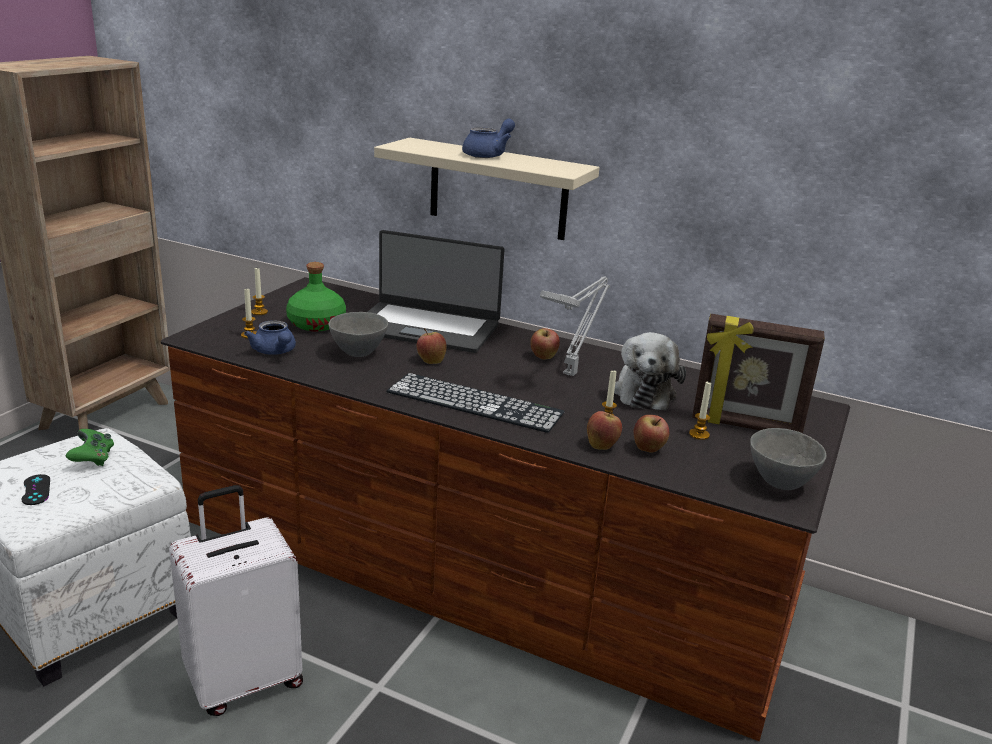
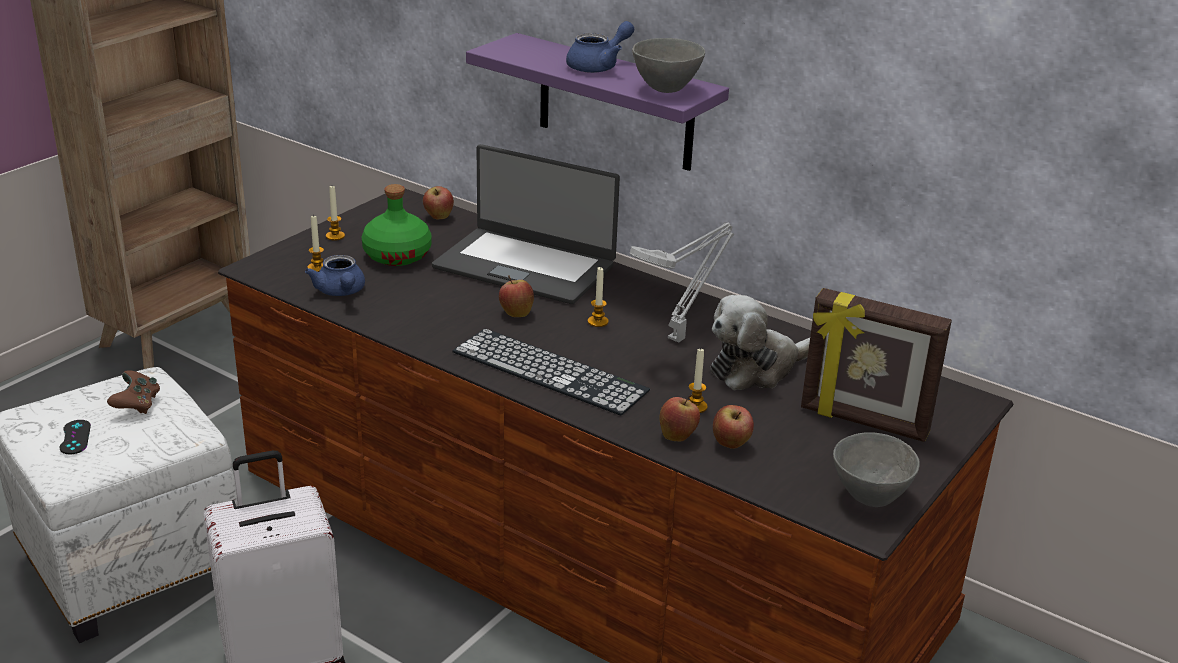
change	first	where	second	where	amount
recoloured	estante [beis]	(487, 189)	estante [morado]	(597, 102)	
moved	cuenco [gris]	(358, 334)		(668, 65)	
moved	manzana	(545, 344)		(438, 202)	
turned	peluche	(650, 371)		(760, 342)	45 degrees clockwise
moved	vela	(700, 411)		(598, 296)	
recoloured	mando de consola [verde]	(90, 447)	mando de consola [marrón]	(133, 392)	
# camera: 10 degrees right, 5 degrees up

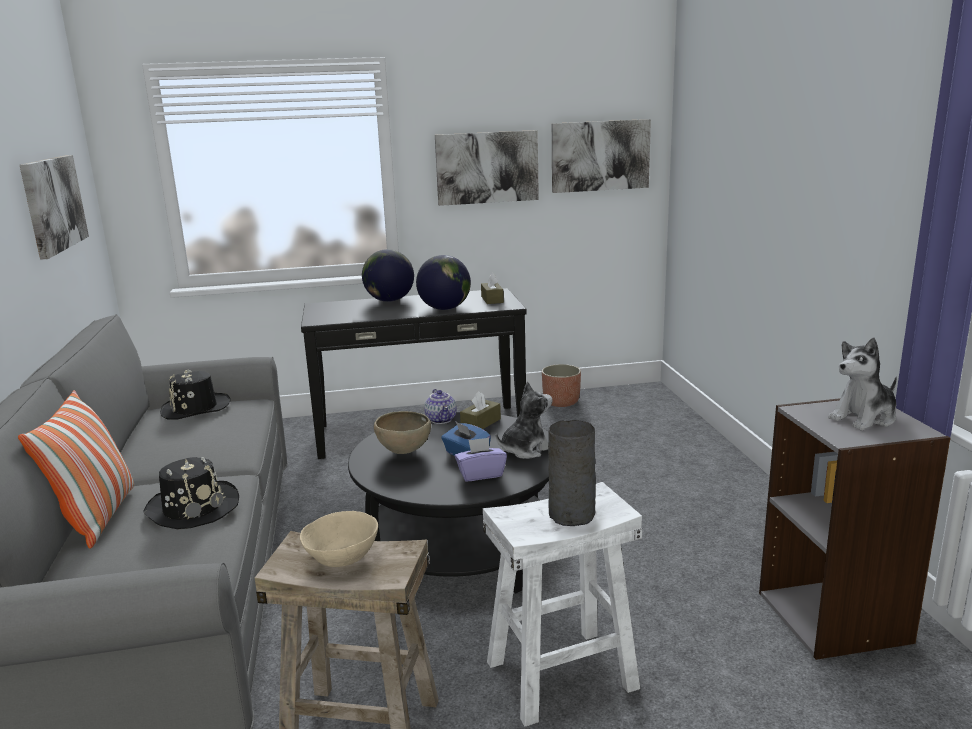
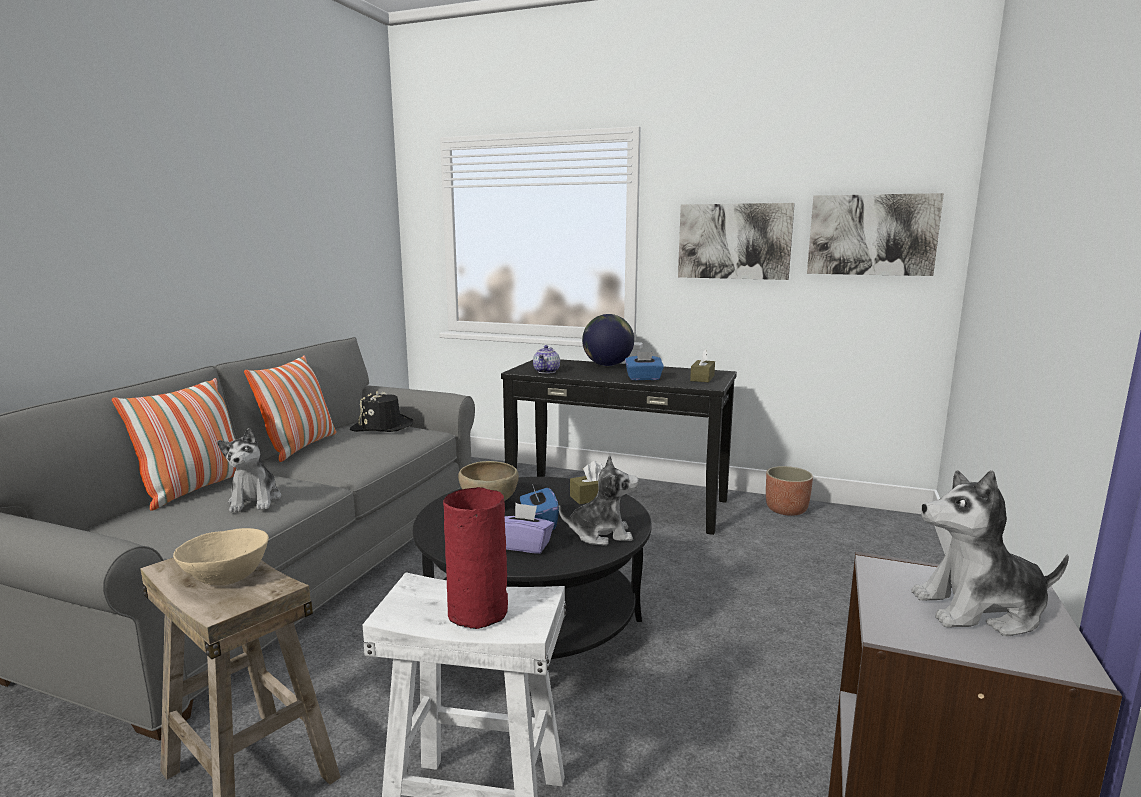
change	first	where	second	where	amount
removed	cuadro	(54, 207)			
replaced	globo terráqueo	(443, 282)	caja de pañuelos [azul]	(644, 366)	
moved	tetera	(440, 406)		(546, 359)	
recoloured	florero [gris]	(571, 473)	florero [rojo]	(475, 558)	
replaced	sombrero [negro]	(191, 493)	peluche	(249, 470)	
added			cojín	(290, 408)	
# camera: 30 degrees right, 5 degrees down

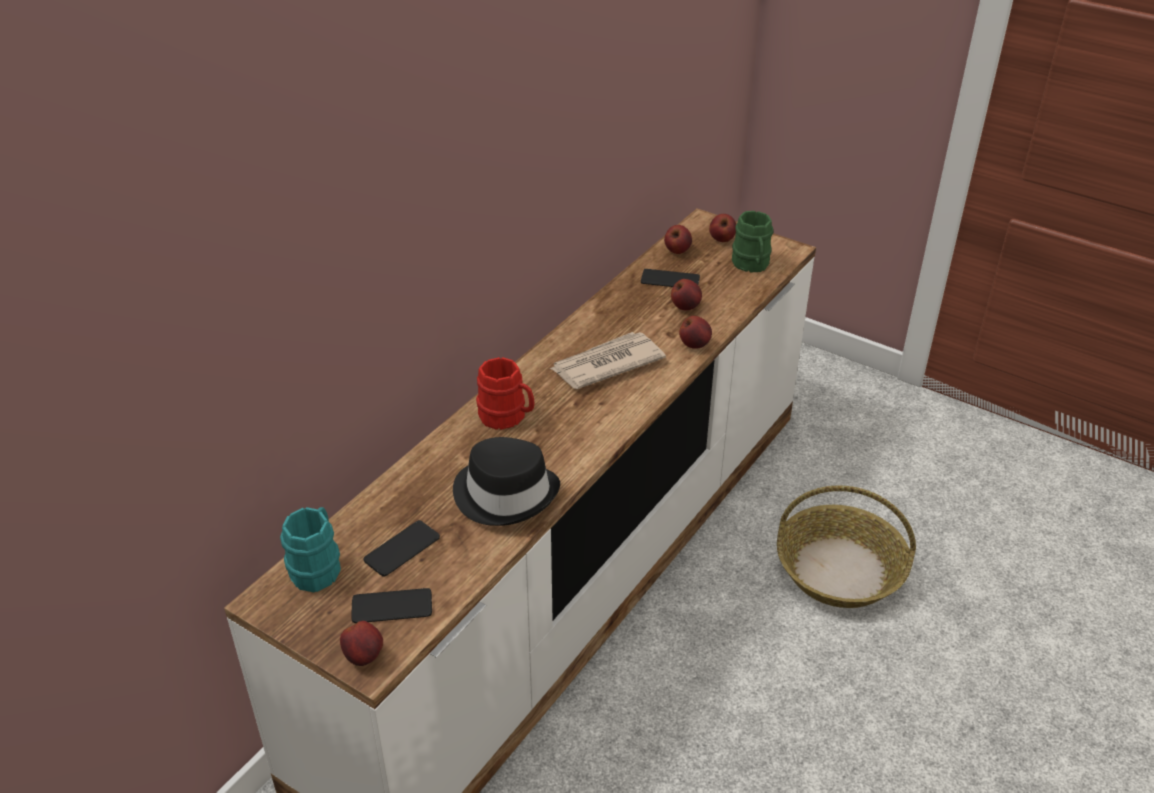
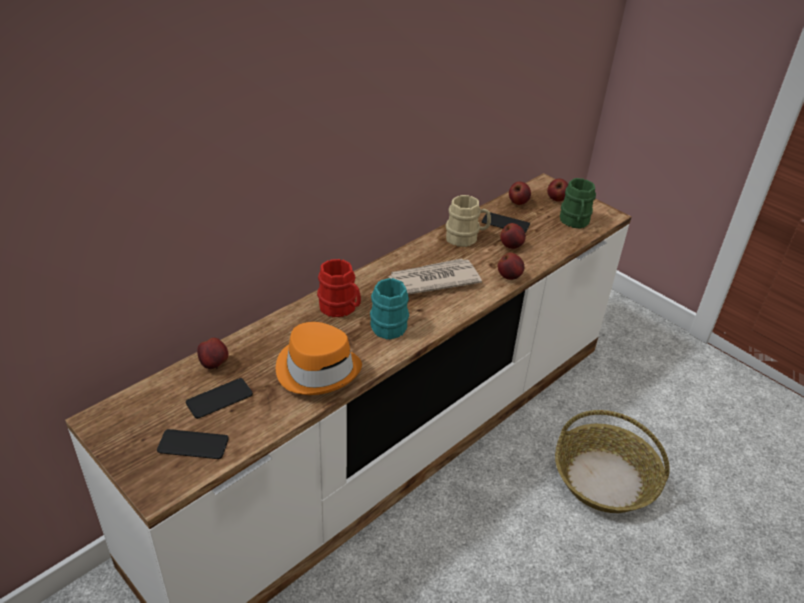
change	first	where	second	where	amount
recoloured	sombrero [negro]	(506, 481)	sombrero [naranja]	(319, 358)	
moved	taza grande [turquesa]	(310, 549)		(389, 309)	
moved	manzana	(361, 643)		(212, 353)	
added			taza grande [beis]	(468, 221)	
# camera: 10 degrees right, 0 degrees up

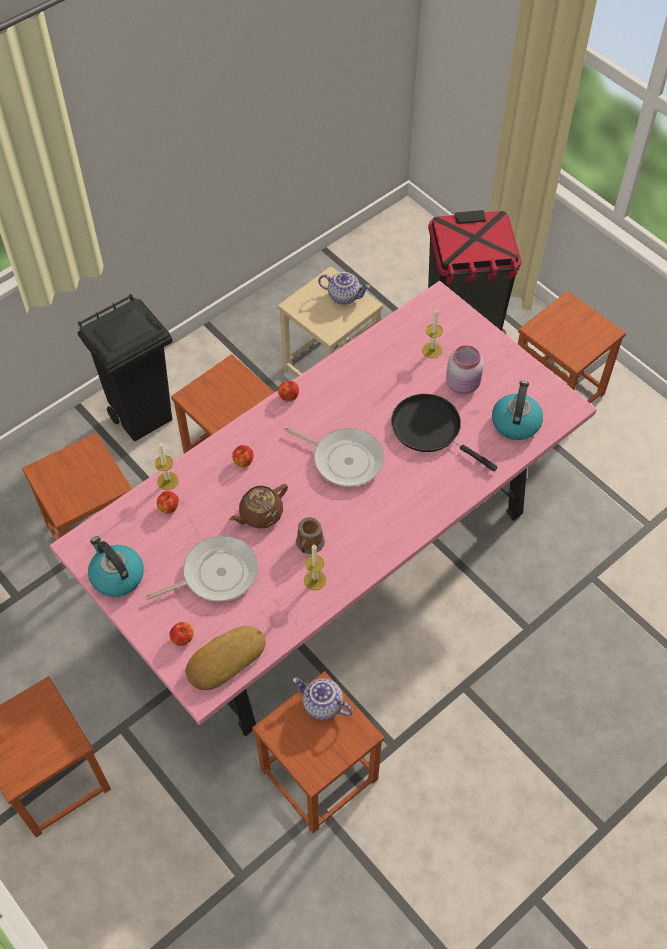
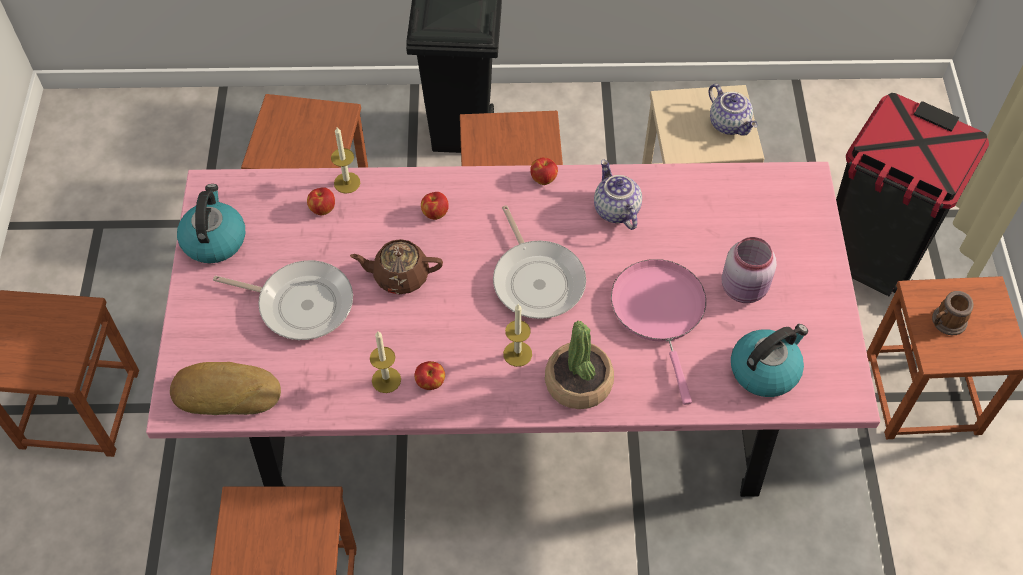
change	first	where	second	where	amount
moved	vela	(432, 333)		(517, 335)	
recoloured	sartén [negro]	(444, 432)	sartén [rosa]	(658, 332)	
moved	taza grande	(310, 535)		(953, 313)	
moved	manzana	(181, 634)		(429, 375)	
moved	tetera	(323, 698)		(618, 195)	
added			planta en maceta	(579, 365)	
# camera: 40 degrees right, 0 degrees up

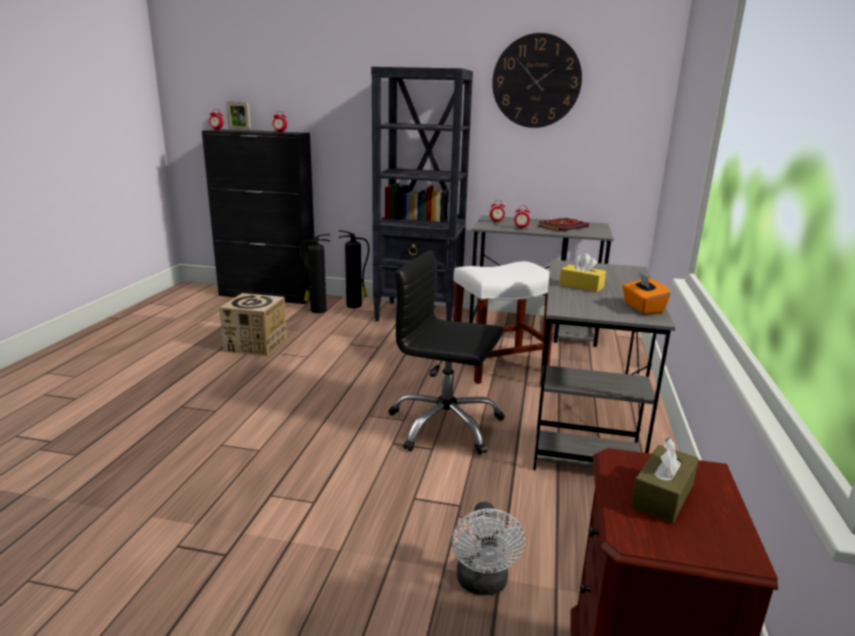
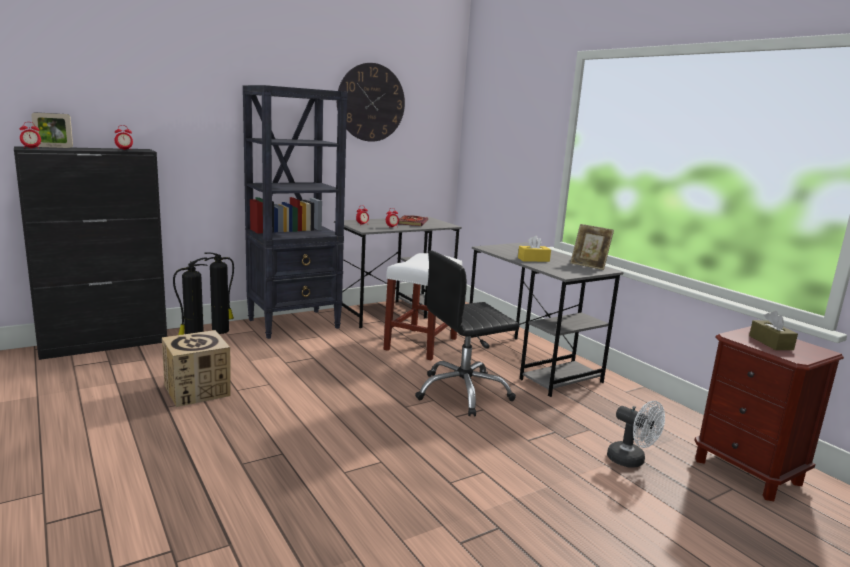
change	first	where	second	where	amount
replaced	caja de pañuelos [naranja]	(646, 293)	portarretratos	(592, 247)	
# camera: 45 degrees left, 5 degrees down

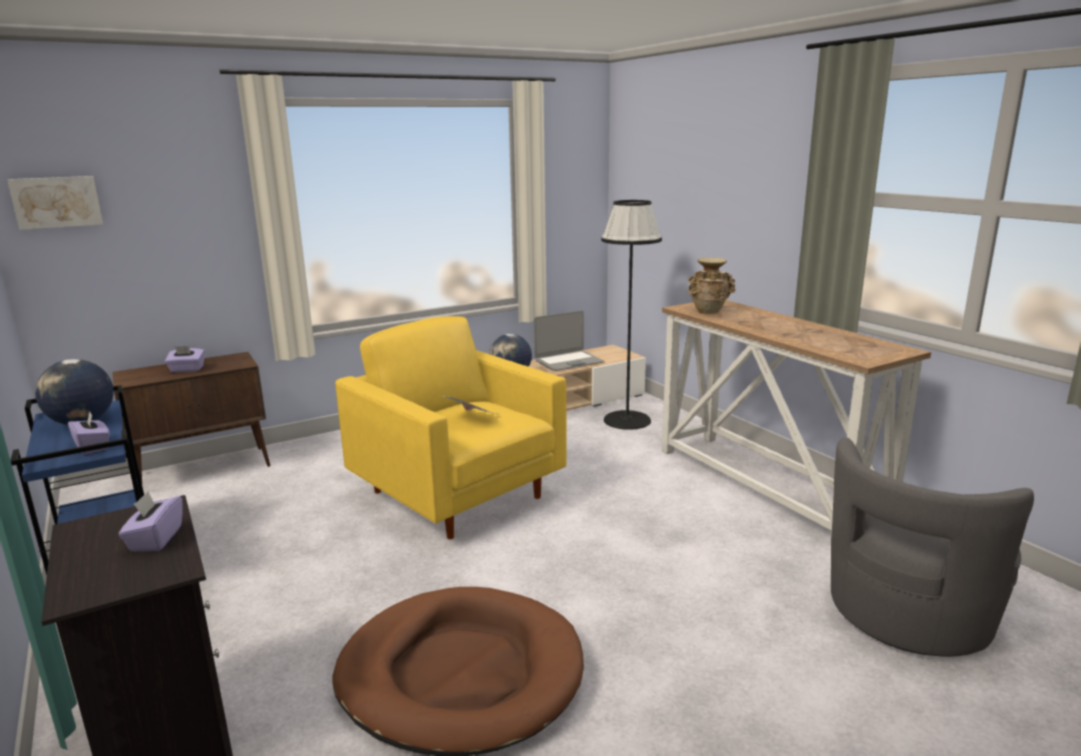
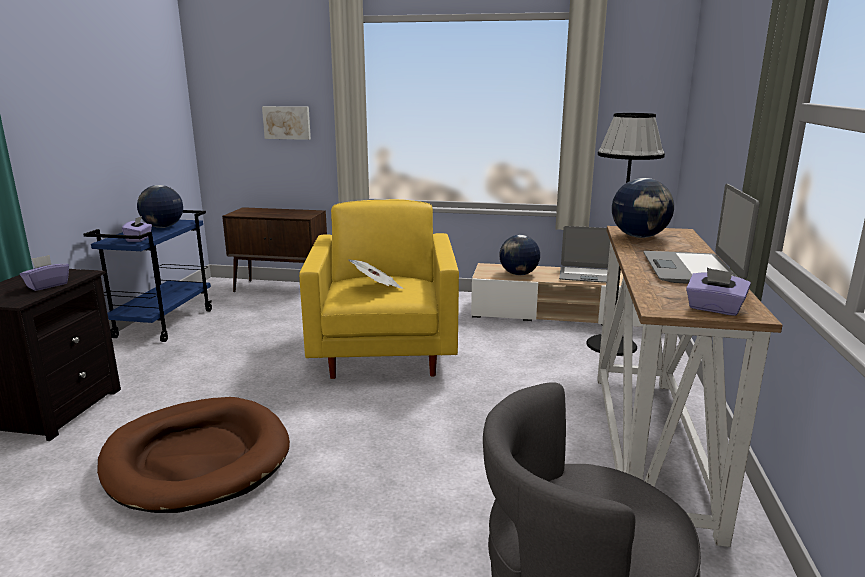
change	first	where	second	where	amount
moved	cuadro	(55, 203)		(286, 123)	
replaced	florero [beis]	(712, 286)	globo terráqueo	(643, 208)	
moved	caja de pañuelos [morado]	(185, 359)		(718, 292)	
added			portátil	(701, 234)	
# camera: 40 degrees right, 0 degrees up

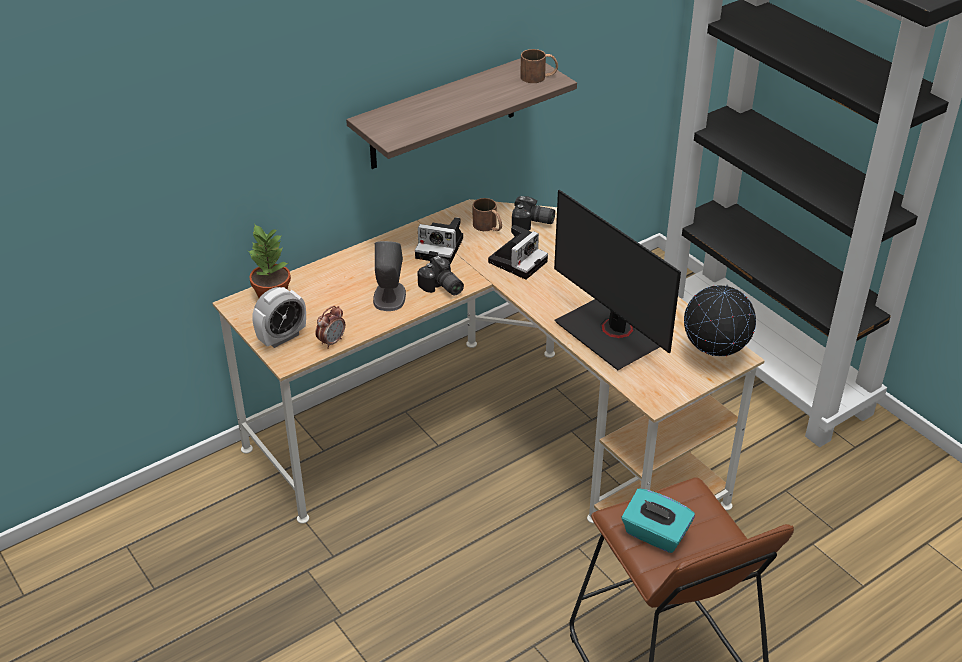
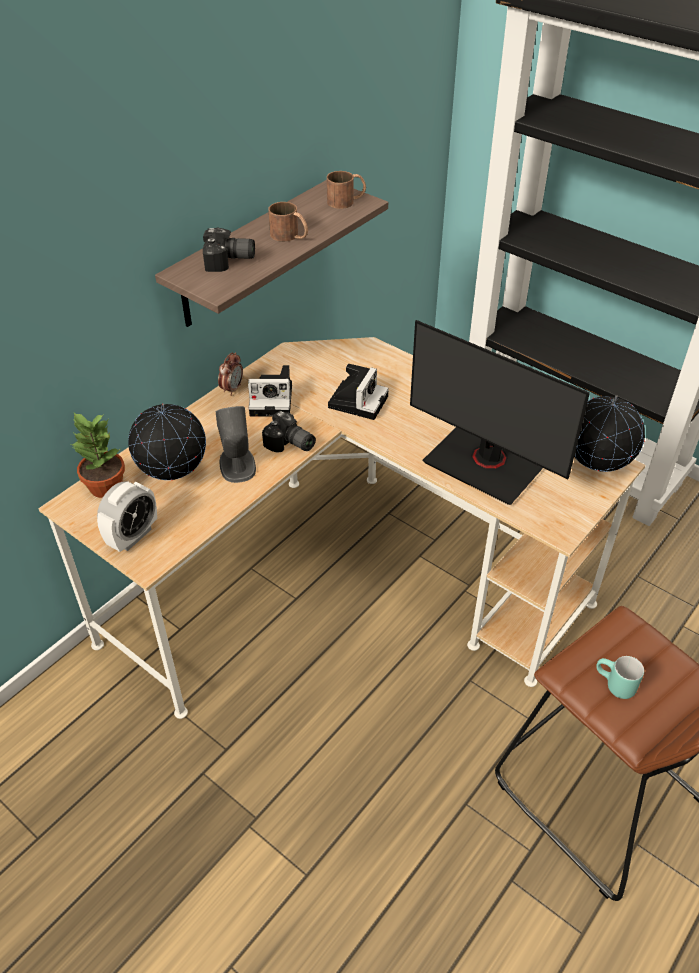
change	first	where	second	where	amount
moved	cámara	(533, 213)		(229, 249)	
moved	taza grande [marrón]	(487, 214)		(288, 222)	
moved	despertador	(330, 327)		(230, 374)	
replaced	caja de pañuelos [turquesa]	(658, 520)	taza grande [turquesa]	(620, 677)	
added			globo terráqueo	(167, 442)	
# camera: 15 degrees left, 5 degrees up

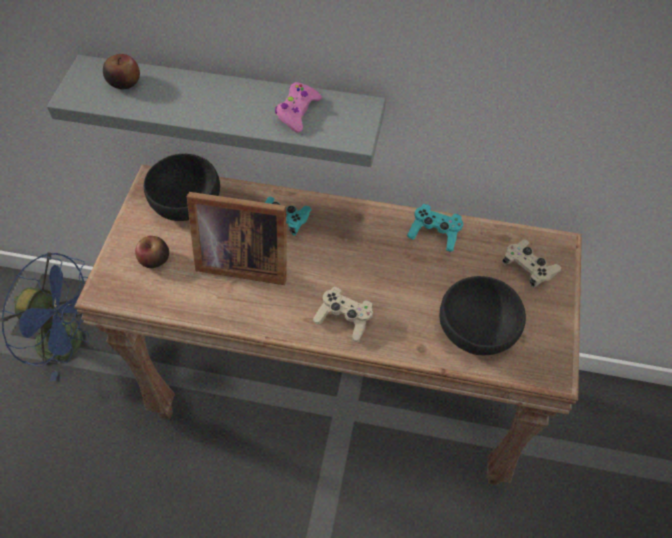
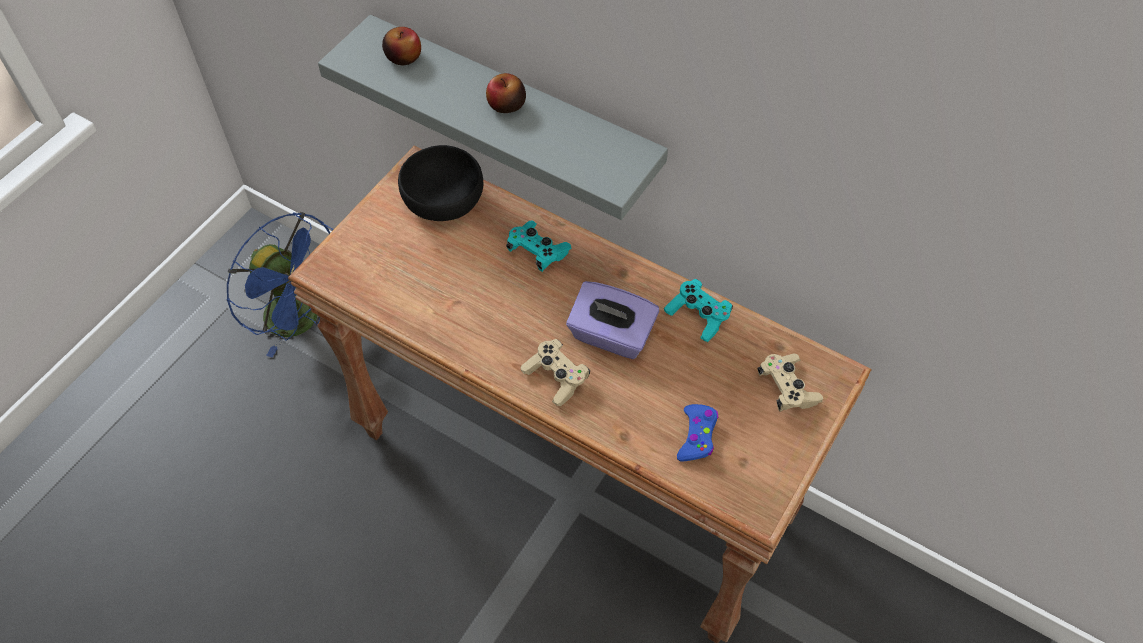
change	first	where	second	where	amount
removed	mando de consola [rosa]	(298, 107)			
removed	portarretratos	(237, 238)			
moved	manzana	(152, 252)		(506, 93)	
replaced	cuenco [negro]	(483, 315)	mando de consola [azul]	(697, 433)	
added			caja de pañuelos [morado]	(612, 320)	
# camera: 20 degrees right, 0 degrees up

